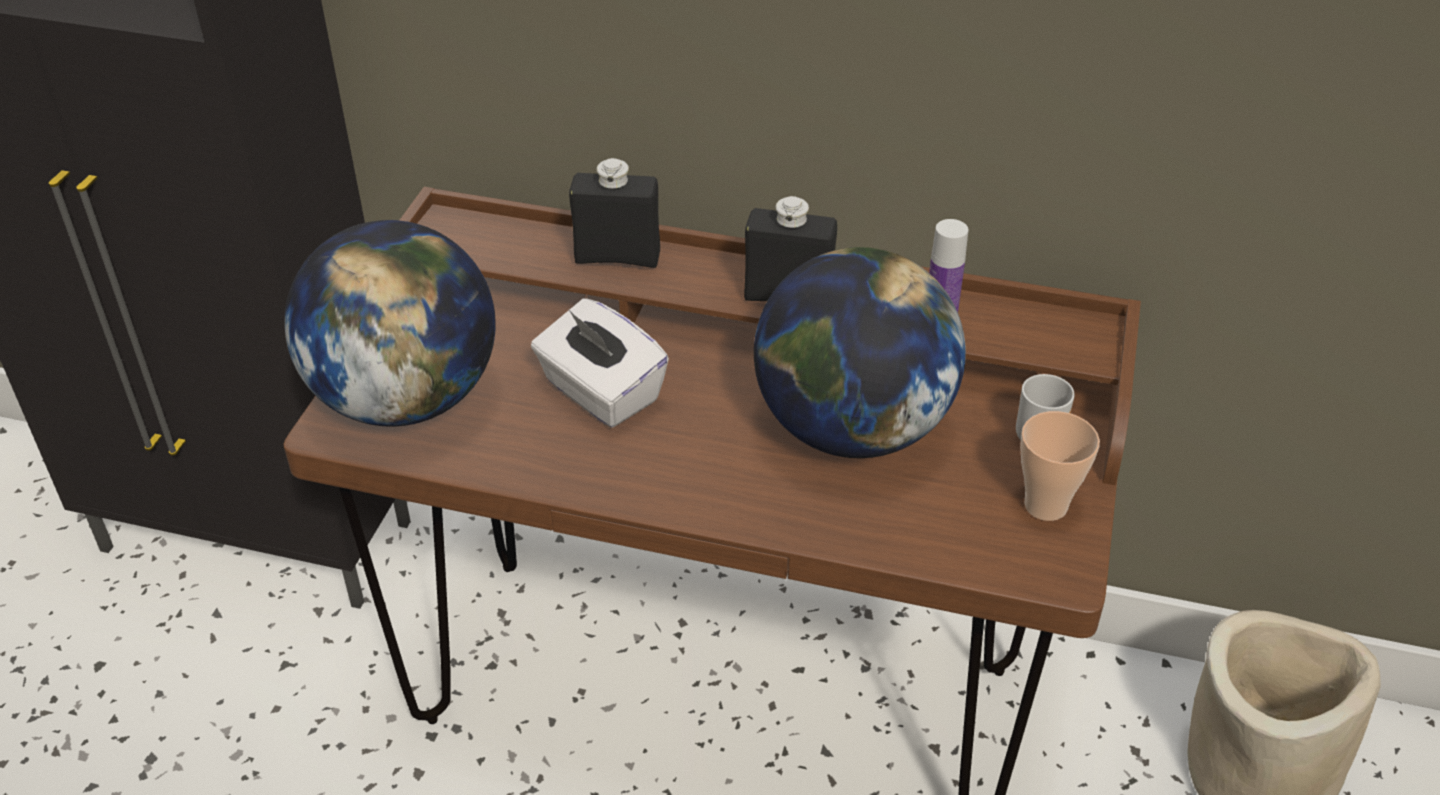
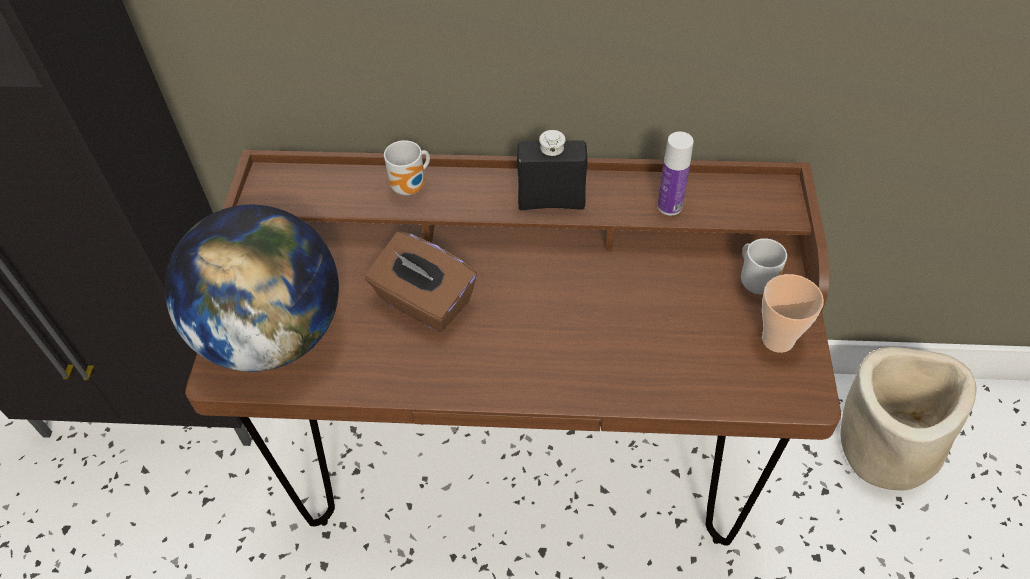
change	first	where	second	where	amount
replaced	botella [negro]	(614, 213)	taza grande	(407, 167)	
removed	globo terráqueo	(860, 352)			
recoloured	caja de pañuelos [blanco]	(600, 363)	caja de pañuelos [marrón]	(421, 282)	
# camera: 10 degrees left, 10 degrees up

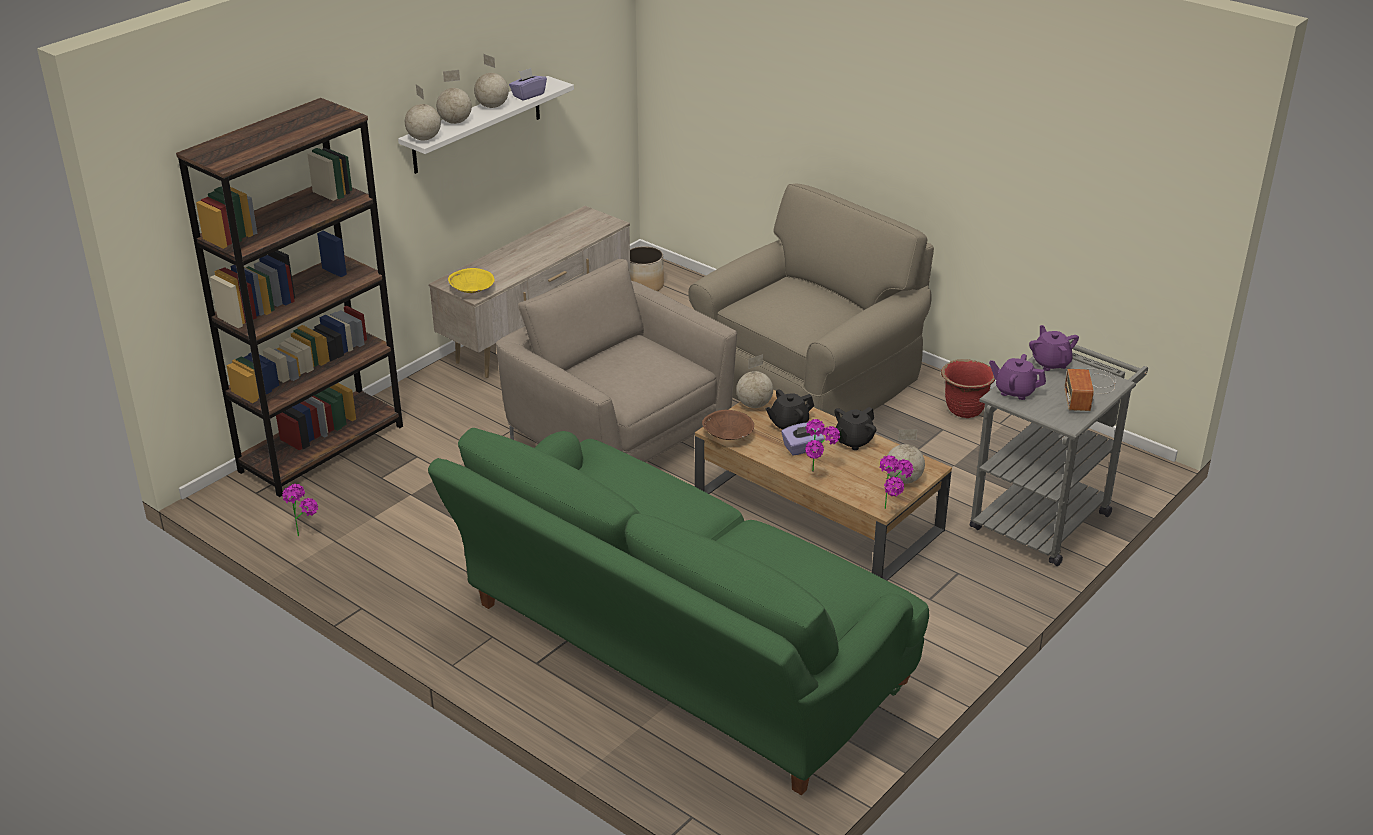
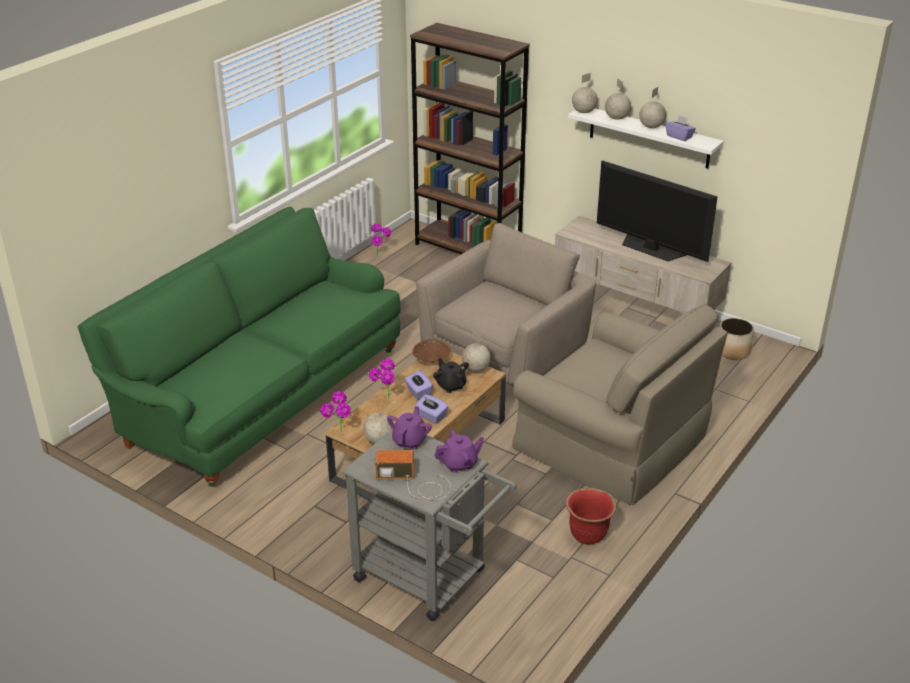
change	first	where	second	where	amount
removed	cuenco [amarillo]	(471, 280)			
replaced	tetera [negro]	(855, 428)	caja de pañuelos [morado]	(431, 409)	
added			televisor	(657, 211)	
# camera: 85 degrees right, 0 degrees up

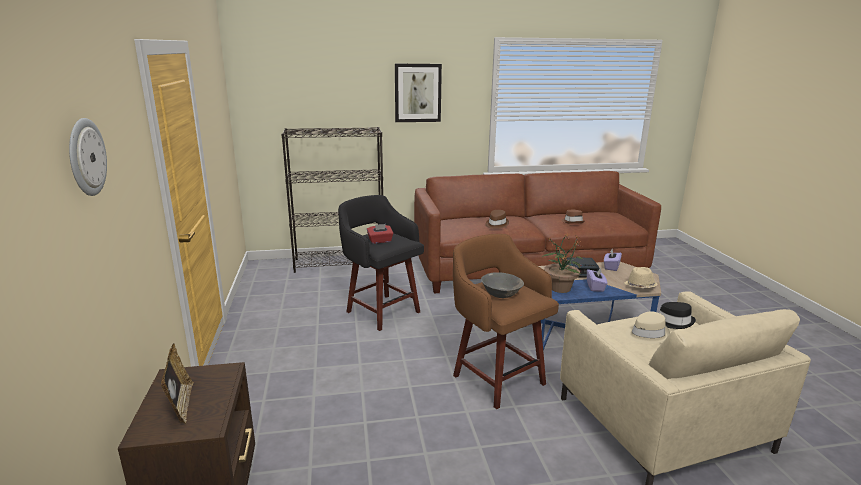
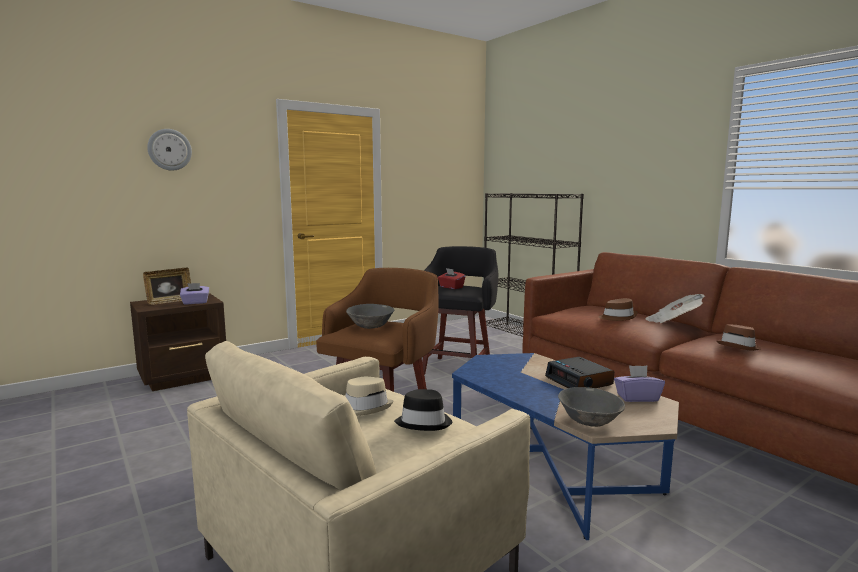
change	first	where	second	where	amount
removed	cuadro	(418, 93)			
removed	planta en maceta	(562, 263)			
replaced	sombrero [beis]	(641, 277)	cuenco [gris]	(591, 407)	
moved	caja de pañuelos [morado]	(597, 280)		(194, 293)	
added			periódico	(675, 308)	
# camera: 65 degrees right, 10 degrees down

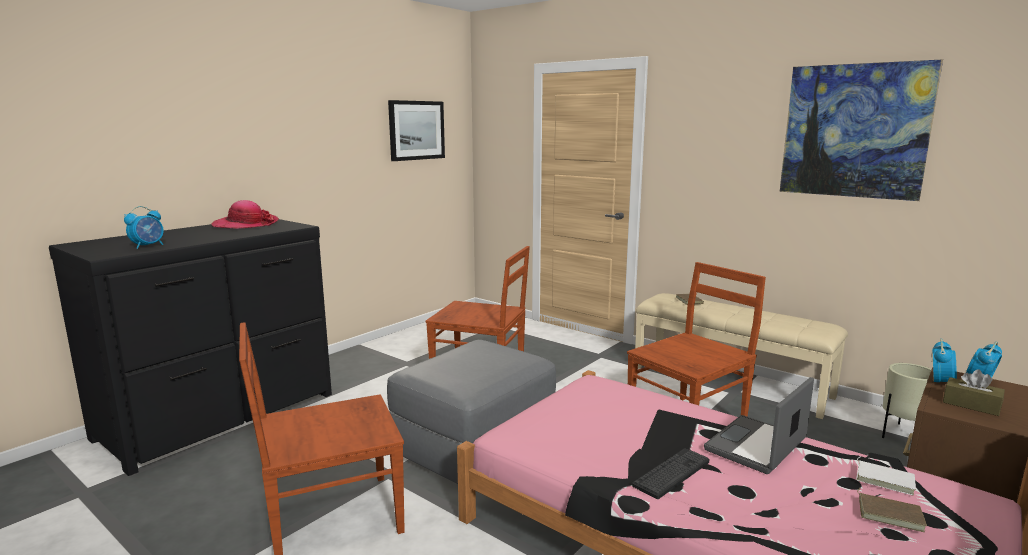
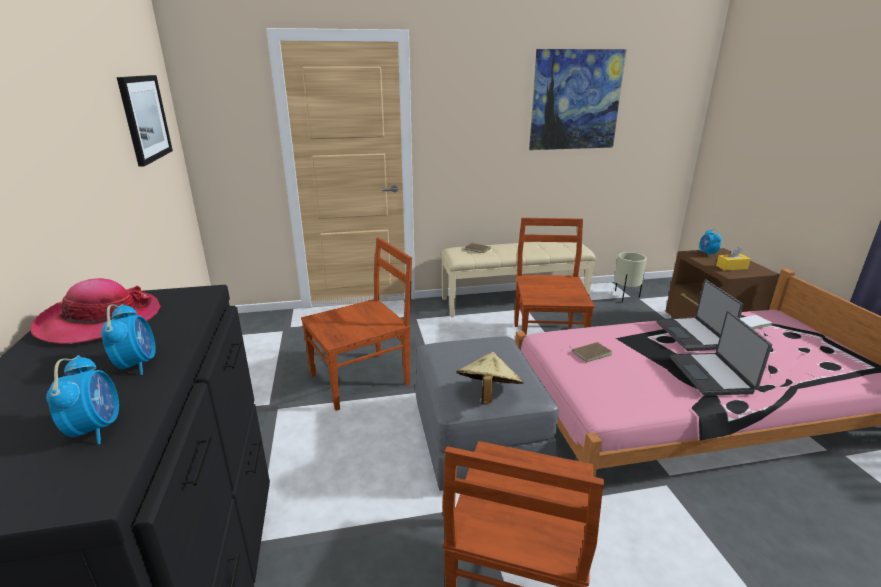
change	first	where	second	where	amount
moved	despertador	(944, 360)		(128, 339)	
recoloured	caja de pañuelos [marrón]	(974, 392)	caja de pañuelos [amarillo]	(733, 259)	
replaced	teclado	(670, 473)	portátil	(721, 353)	
moved	libro [marrón]	(892, 509)		(591, 352)	
added			sombrero [beis]	(490, 378)	
# camera: 50 degrees left, 10 degrees up

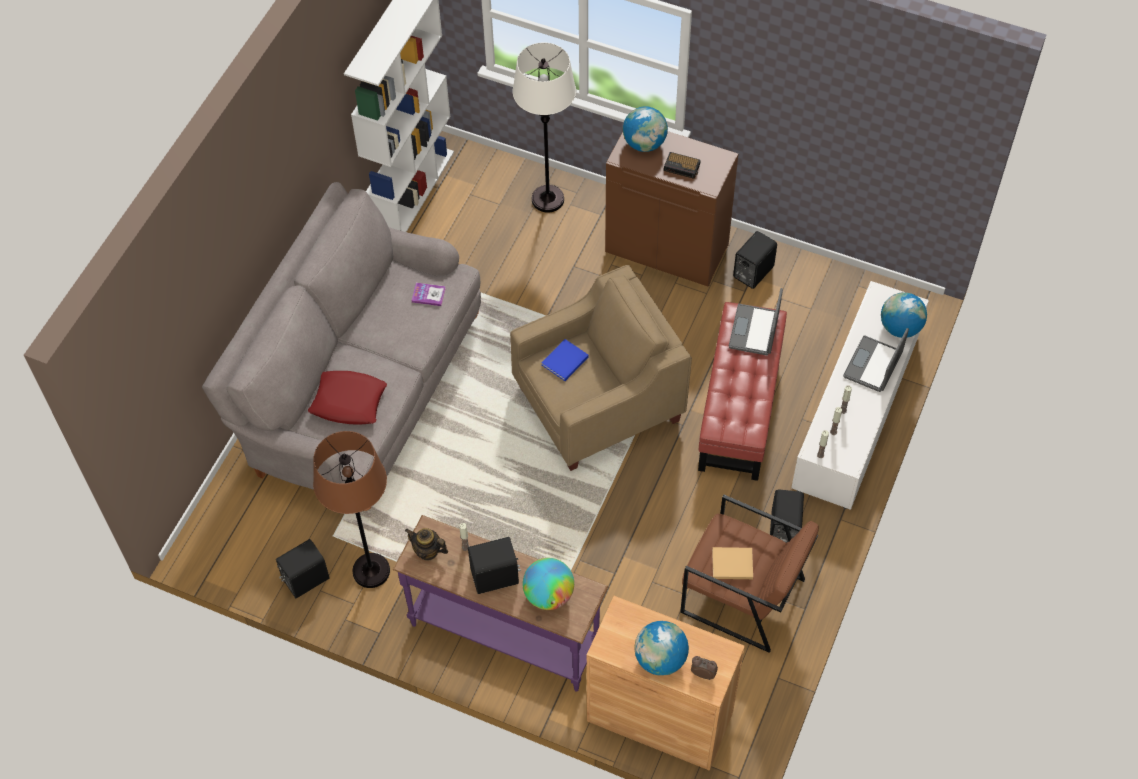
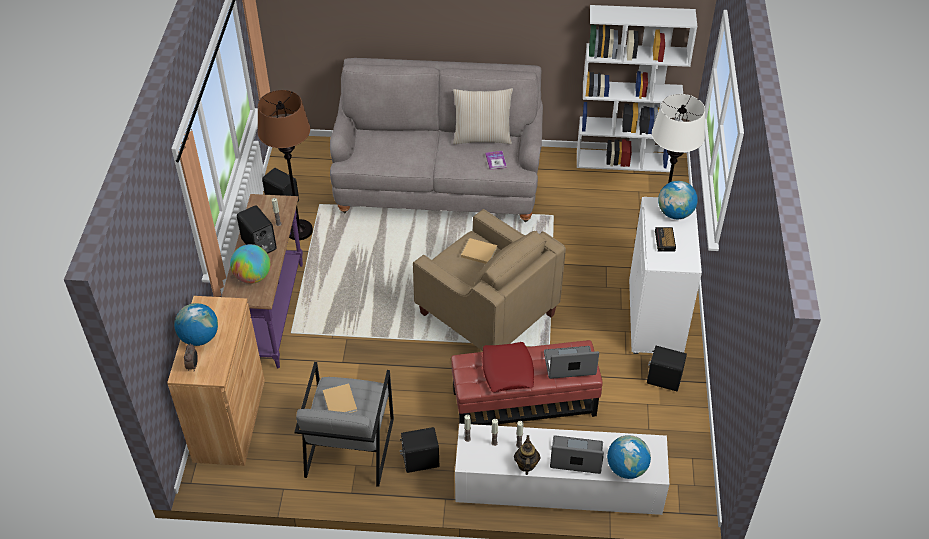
change	first	where	second	where	amount
recoloured	armario [marrón]	(671, 209)	armario [blanco]	(665, 275)	
recoloured	libro [azul]	(565, 360)	libro [beis]	(479, 251)	
moved	cojín [rojo]	(347, 398)		(508, 367)	
recoloured	sillón [marrón]	(749, 574)	sillón [gris]	(344, 424)	
moved	tetera	(426, 544)		(527, 455)	
added			cojín [beis]	(483, 116)	
# camera: 70 degrees right, 10 degrees down

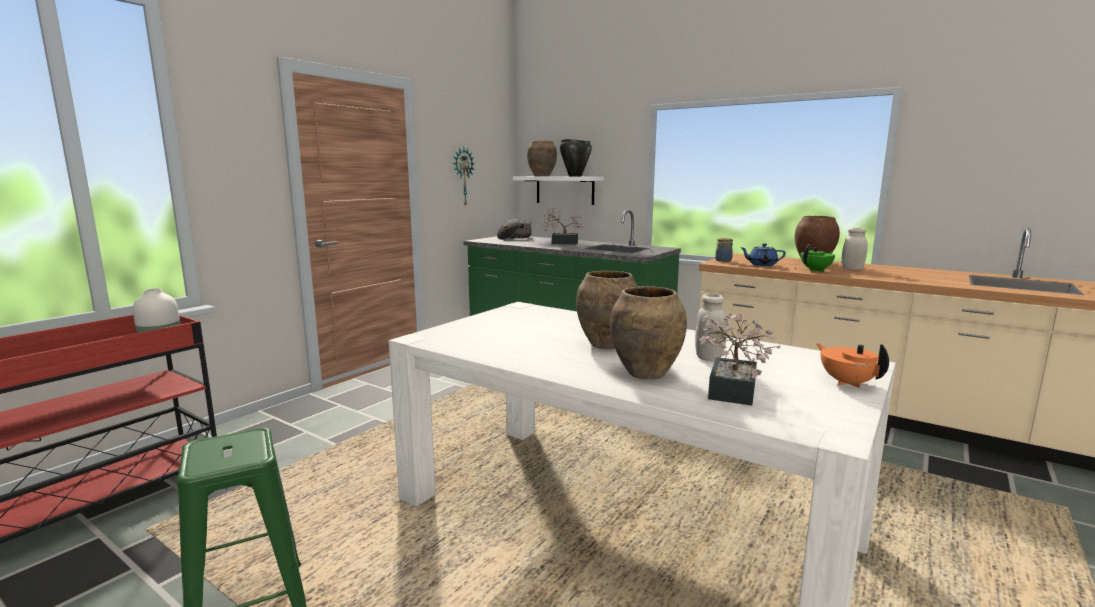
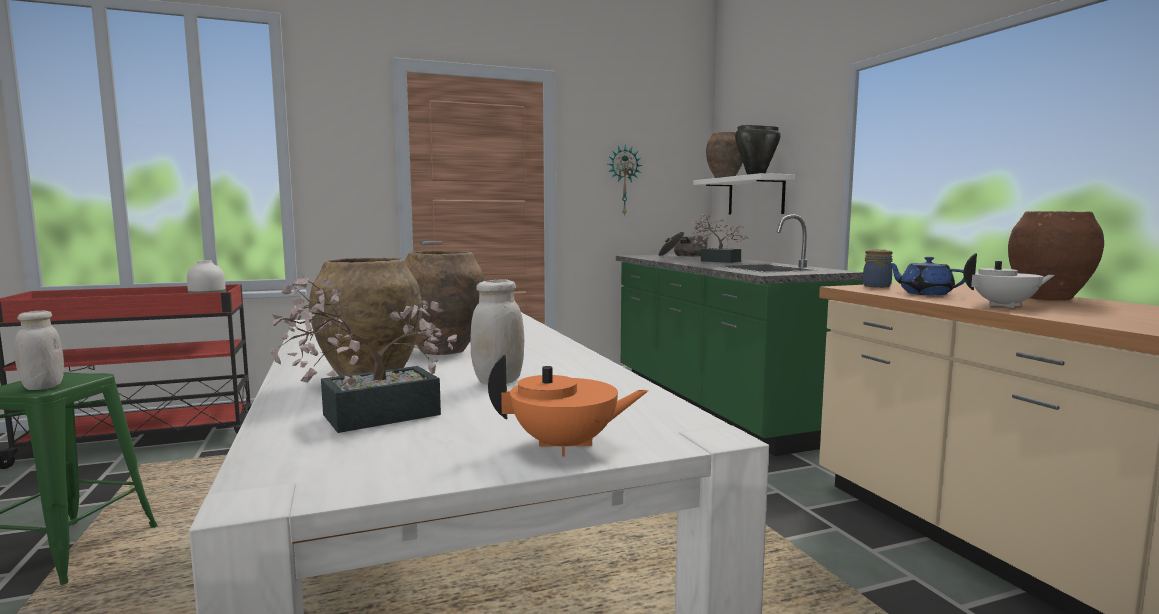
change	first	where	second	where	amount
moved	tarro [blanco]	(855, 249)		(39, 350)	
recoloured	tetera [verde]	(818, 258)	tetera [blanco]	(1009, 280)	
turned	tetera [naranja]	(852, 365)		(568, 405)	75 degrees clockwise
# camera: 35 degrees right, 5 degrees down

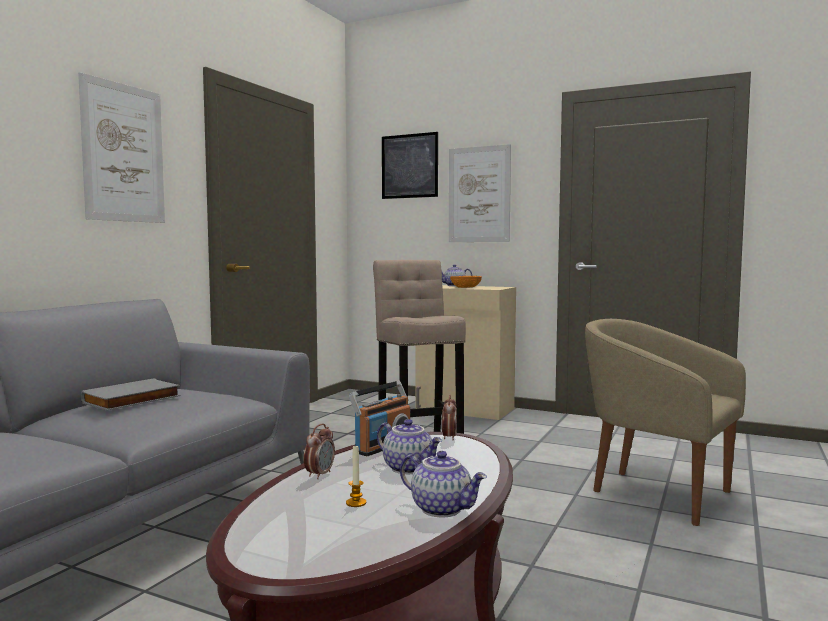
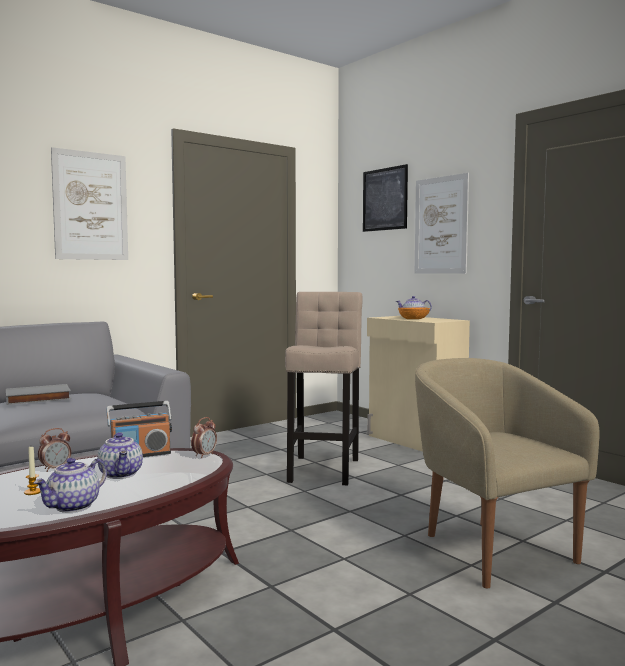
change	first	where	second	where	amount
turned	tetera	(443, 484)		(70, 485)	60 degrees clockwise
# camera: 25 degrees right, 0 degrees up

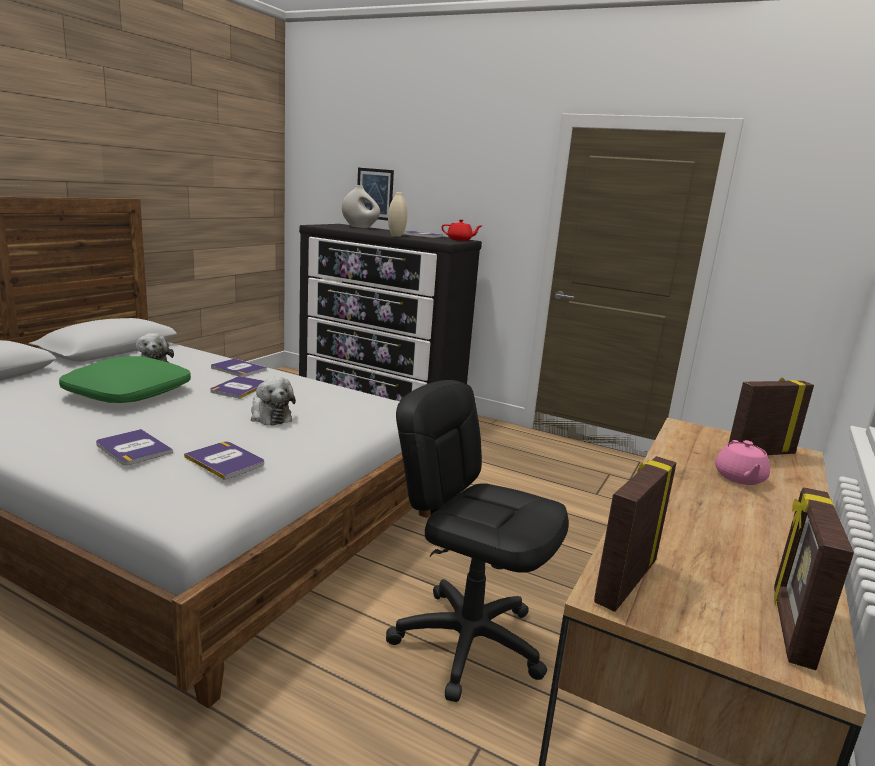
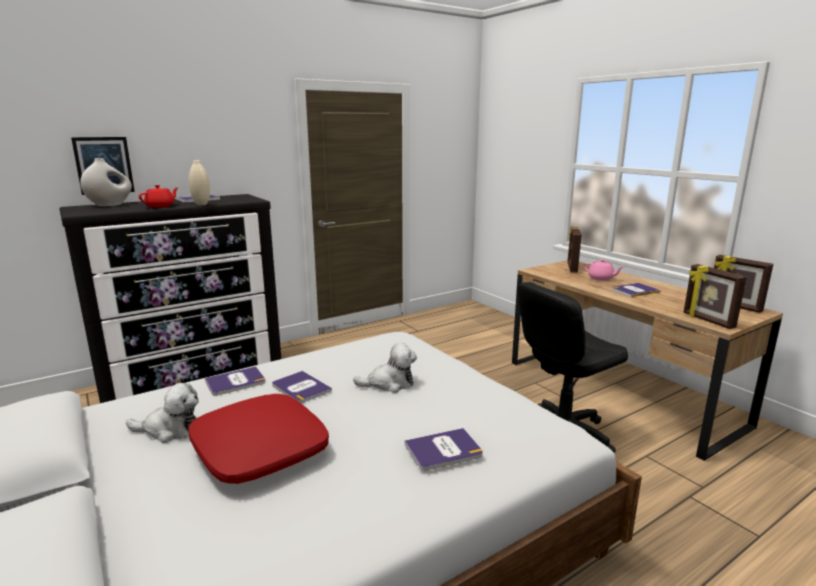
change	first	where	second	where	amount
moved	tetera [rojo]	(461, 230)		(159, 196)	
recoloured	cojín [verde]	(125, 379)	cojín [rojo]	(258, 439)	
moved	libro	(224, 461)		(636, 290)	
# camera: 60 degrees left, 0 degrees up

